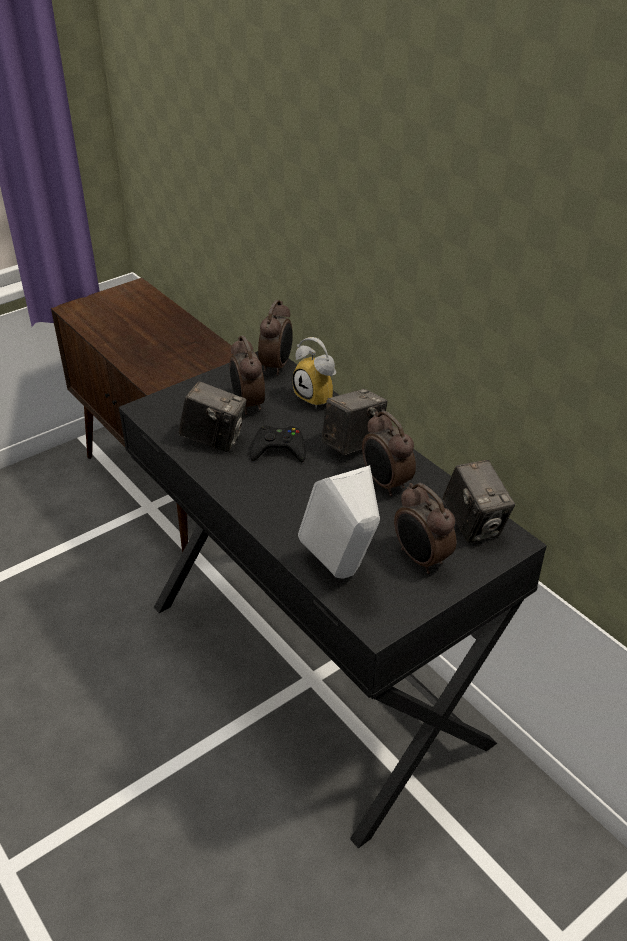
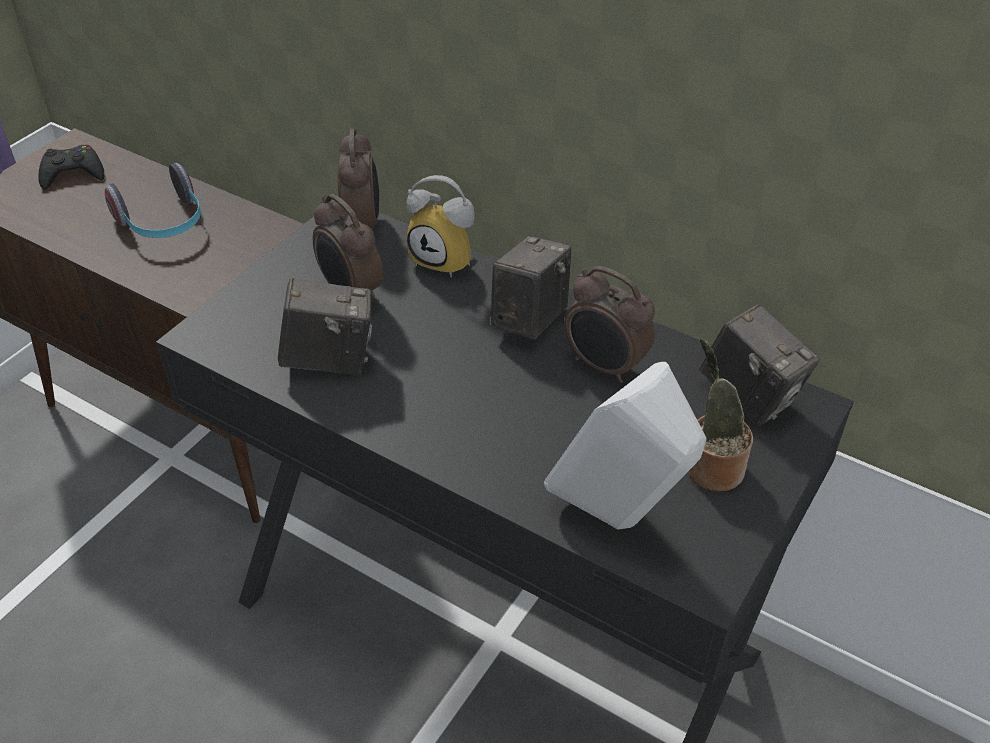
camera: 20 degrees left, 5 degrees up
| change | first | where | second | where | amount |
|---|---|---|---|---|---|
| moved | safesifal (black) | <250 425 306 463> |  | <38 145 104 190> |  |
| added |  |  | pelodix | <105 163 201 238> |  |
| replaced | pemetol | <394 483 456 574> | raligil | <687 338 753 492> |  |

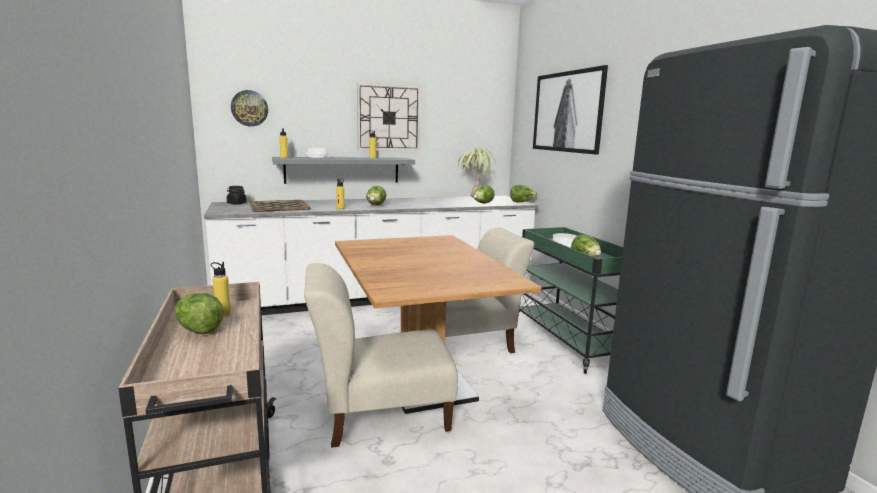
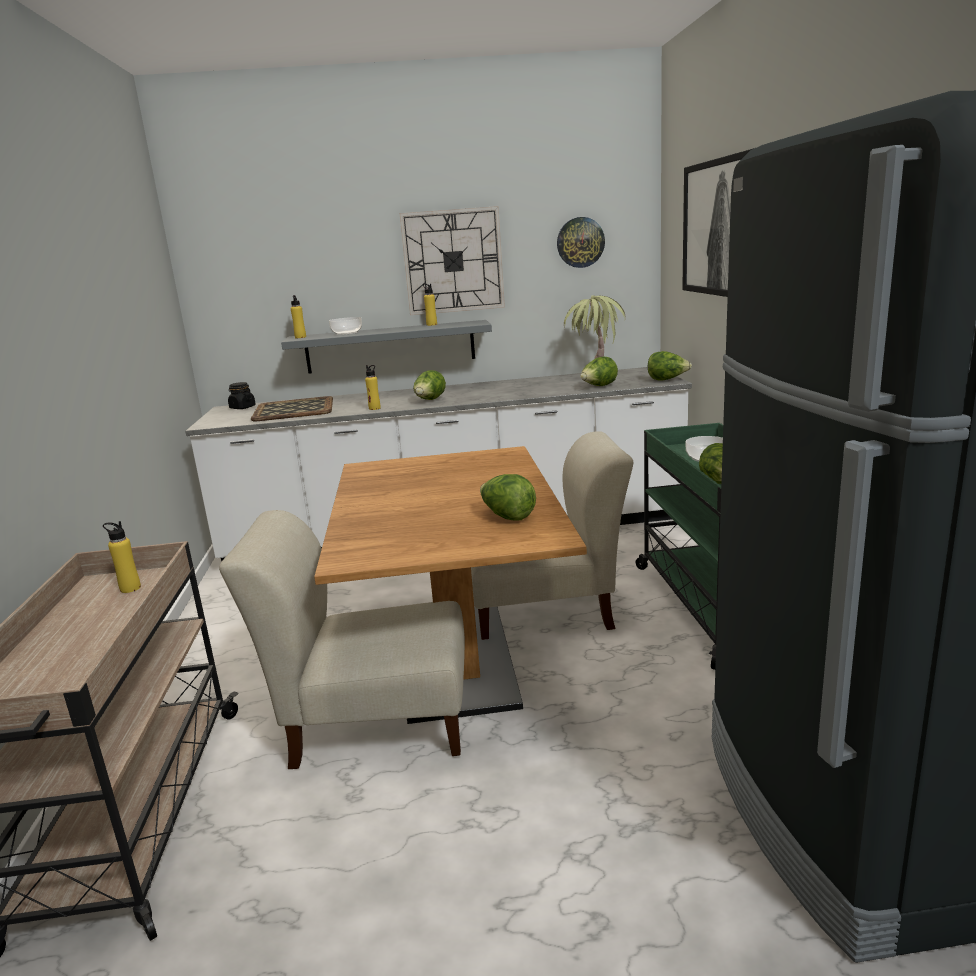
camera: 15 degrees right, 5 degrees up
| change | first | where | second | where | amount |
|---|---|---|---|---|---|
| moved | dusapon | <174 293 224 334> |  | <480 474 536 521> |  |
| moved | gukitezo | <231 90 268 127> |  | <557 217 605 268> |  |

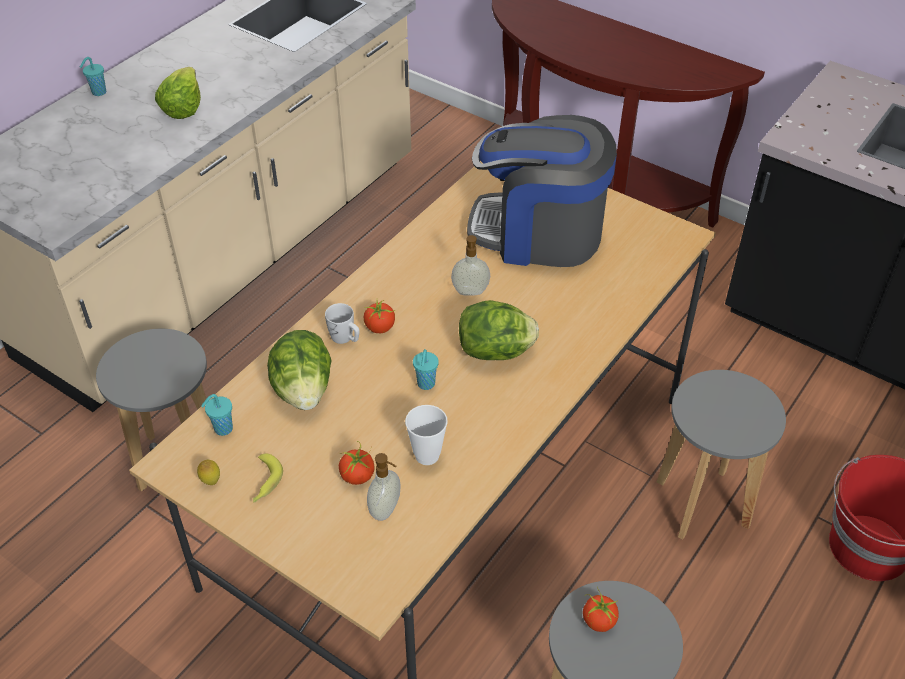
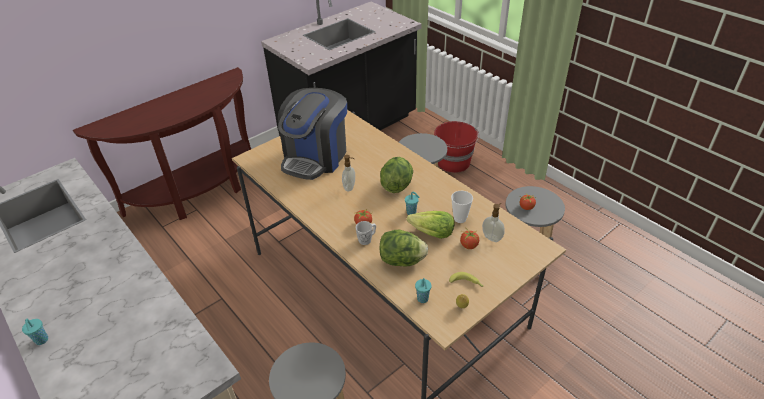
camera: 75 degrees left, 5 degrees down
| change | first | where | second | where | amount |
|---|---|---|---|---|---|
| moved | dusapon | <155 67 201 119> |  | <407 211 455 239> |  |

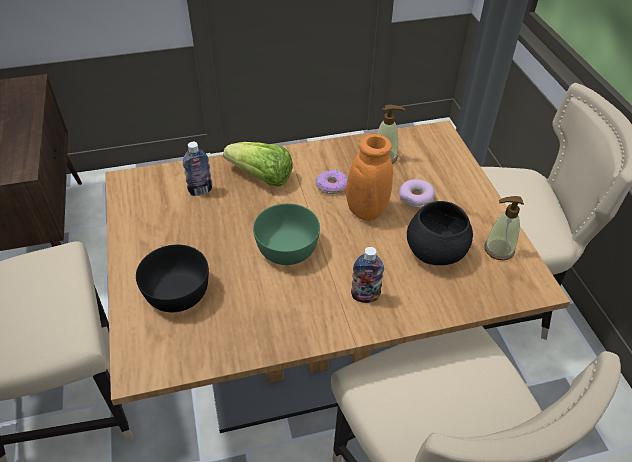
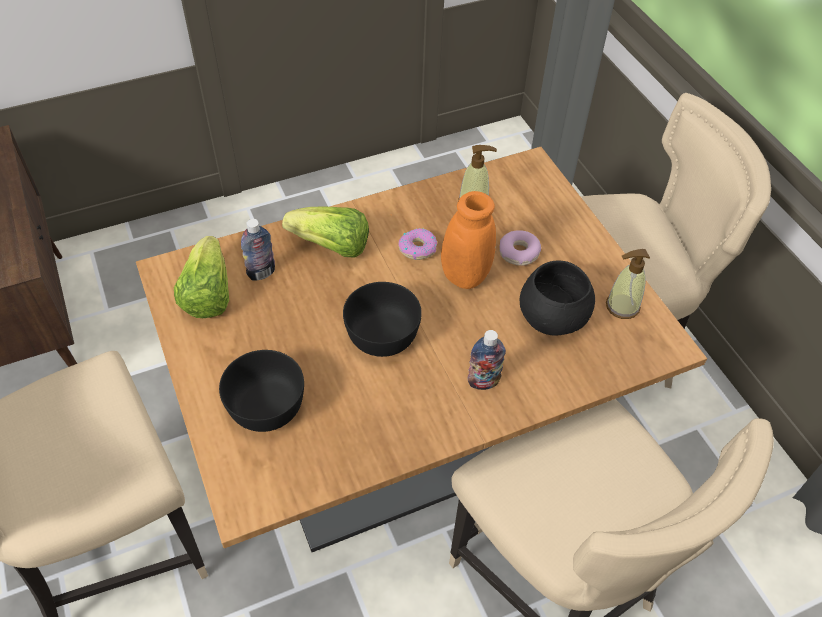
camera: 10 degrees left, 5 degrees up
| change | first | where | second | where | amount |
|---|---|---|---|---|---|
| added |  |  | dusapon | <174 236 229 318> |  |
| recoloured | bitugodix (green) | <253 203 320 265> | bitugodix (black) | <343 282 422 357> |  |

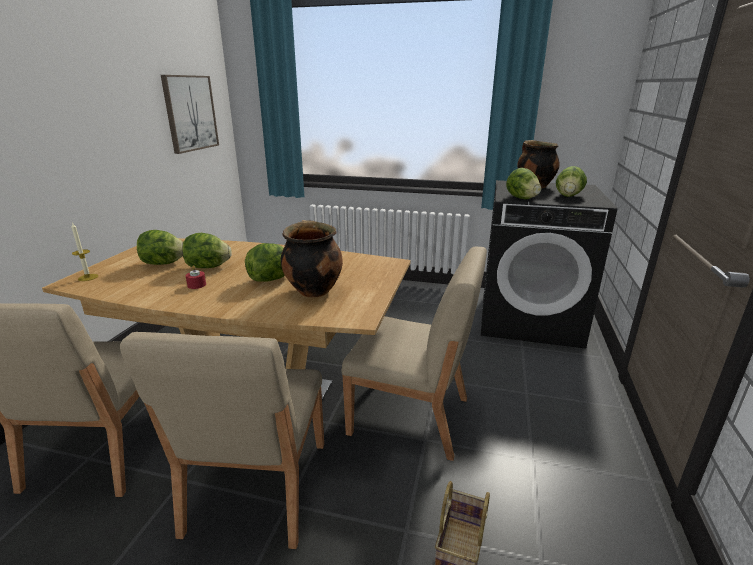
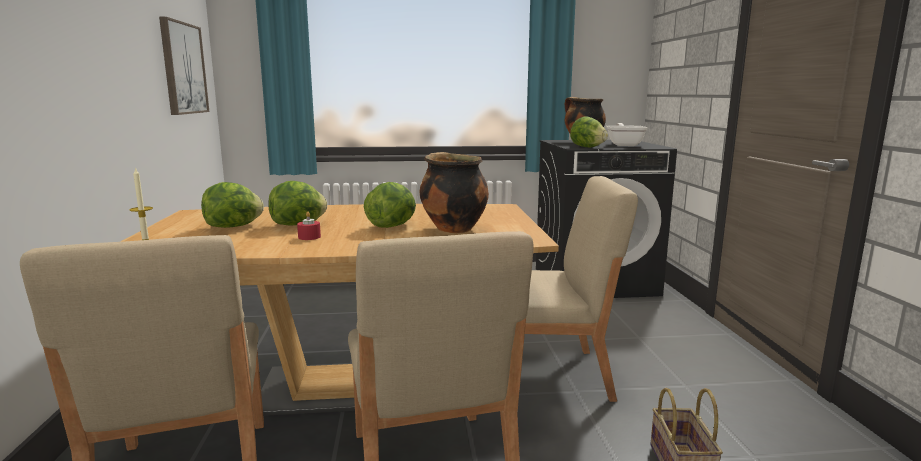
camera: 20 degrees left, 10 degrees down
| change | first | where | second | where | amount |
|---|---|---|---|---|---|
| replaced | dusapon | <556 166 587 197> | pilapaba | <606 123 648 146> |  |

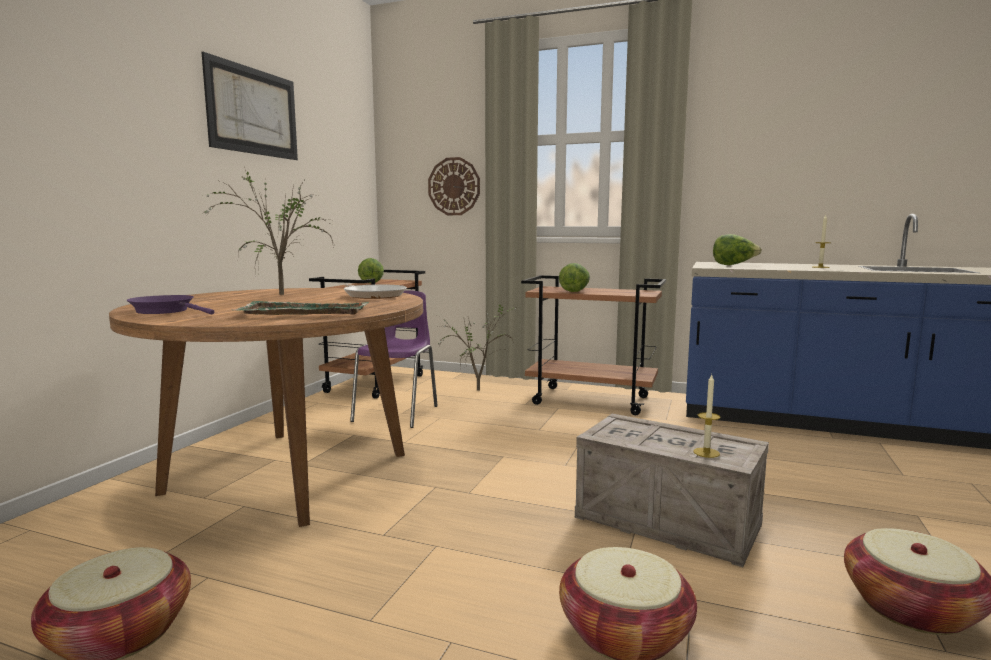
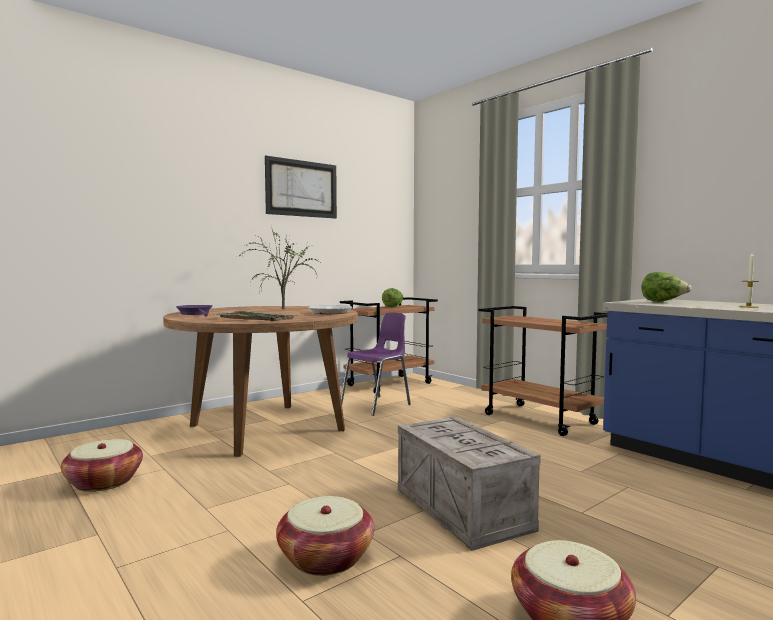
camera: 30 degrees right, 5 degrees down
| change | first | where | second | where | amount |
|---|---|---|---|---|---|
| removed | gukitezo | <428 157 480 215> |  |  |  |
| removed | raligil | <438 303 516 391> |  |  |  |
| removed | dusapon | <559 263 590 292> |  |  |  |
| removed | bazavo | <693 375 720 458> |  |  |  |

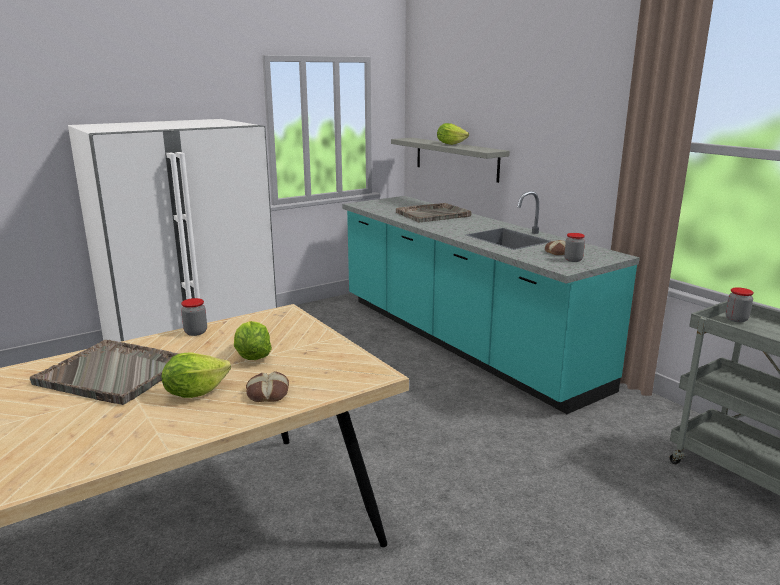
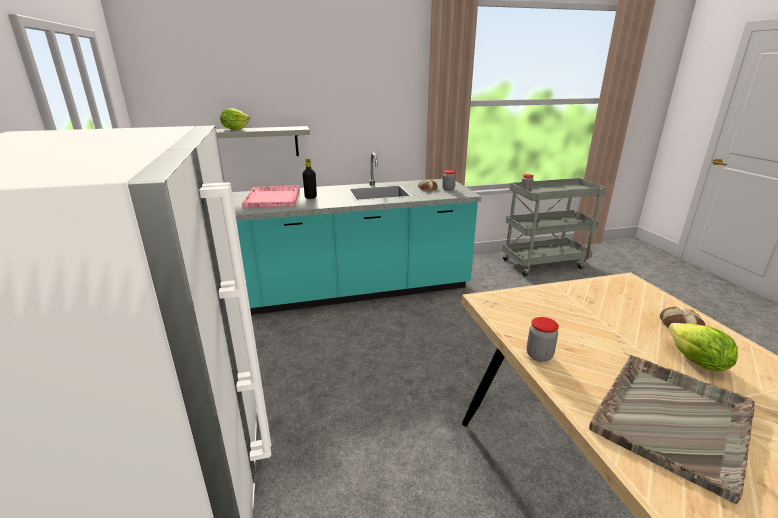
camera: 70 degrees left, 5 degrees up
| change | first | where | second | where | amount |
|---|---|---|---|---|---|
| recoloured | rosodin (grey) | <396 203 472 222> | rosodin (pink) | <242 185 300 208> |  |
| added |  |  | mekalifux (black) | <303 158 317 199> |  |
| removed | dusapon | <234 321 272 360> |  |  |  |

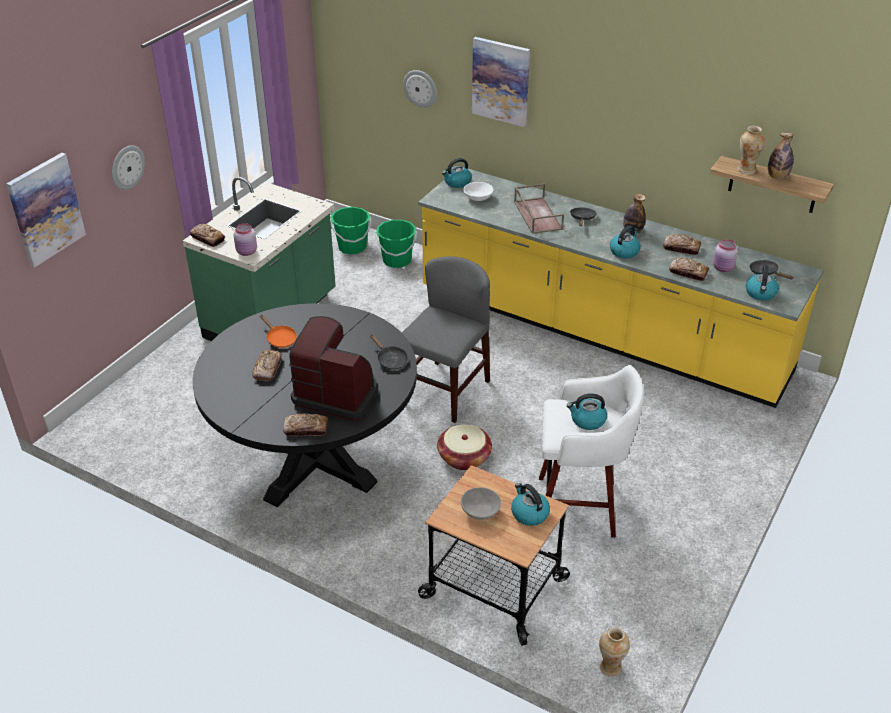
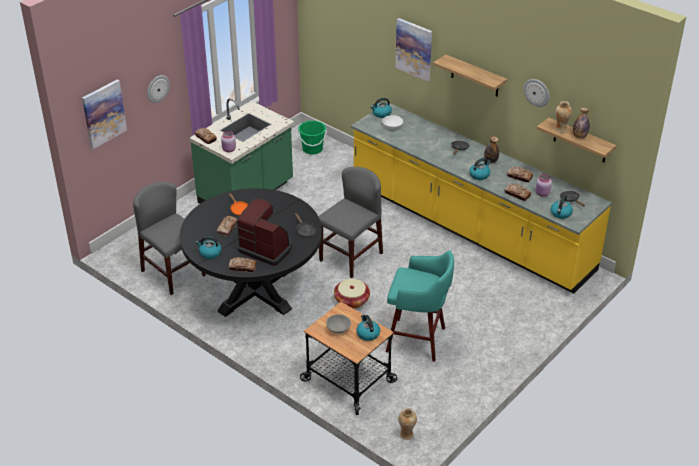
camera: 10 degrees right, 0 degrees up
| change | first | where | second | where | amount |
|---|---|---|---|---|---|
| added |  |  | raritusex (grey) | <133 182 206 295> |  |
| moved | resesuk | <567 393 607 430> |  | <195 236 221 259> |  |
| recoloured | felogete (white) | <539 365 644 538> | felogete (turquoise) | <386 250 454 362> |  |
| added |  |  | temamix | <433 54 507 97> |  |
| moved | gukitezo | <403 70 437 108> |  | <523 79 550 107> |  |
| removed | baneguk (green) | <376 220 417 268> |  |  |  |
| removed | rosodin (brown) | <514 183 564 234> |  |  |  |

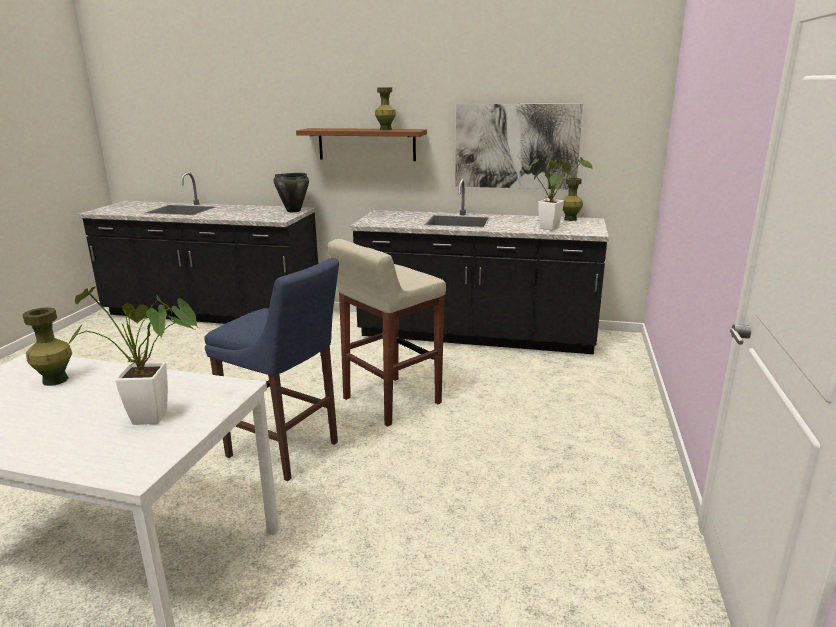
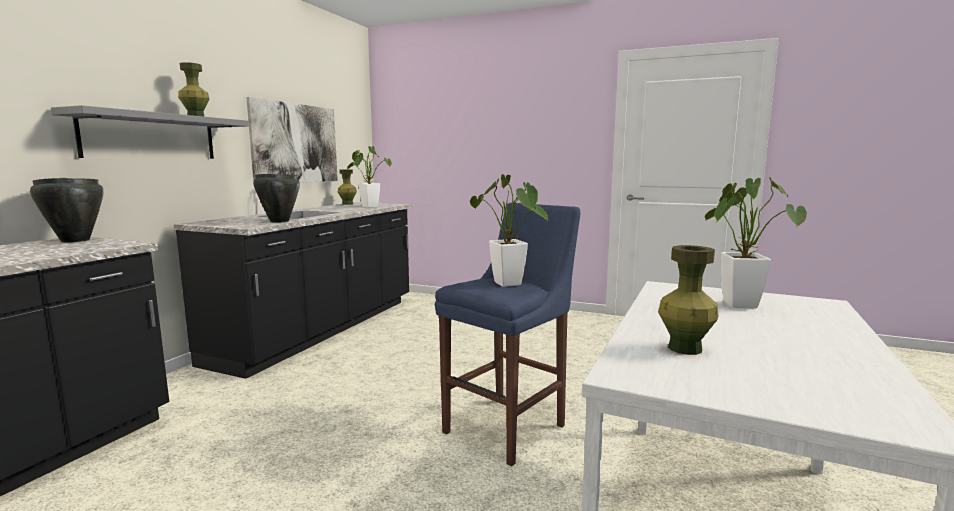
camera: 80 degrees left, 10 degrees down
| change | first | where | second | where | amount |
|---|---|---|---|---|---|
| recoloured | temamix (brown) | <296 128 427 161> | temamix (grey) | <51 105 249 159> |  |
| added |  |  | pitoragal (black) | <253 174 300 223> |  |
| added |  |  | raligil | <470 174 548 287> |  |
| removed | felogete (beige) | <328 239 446 427> |  |  |  |

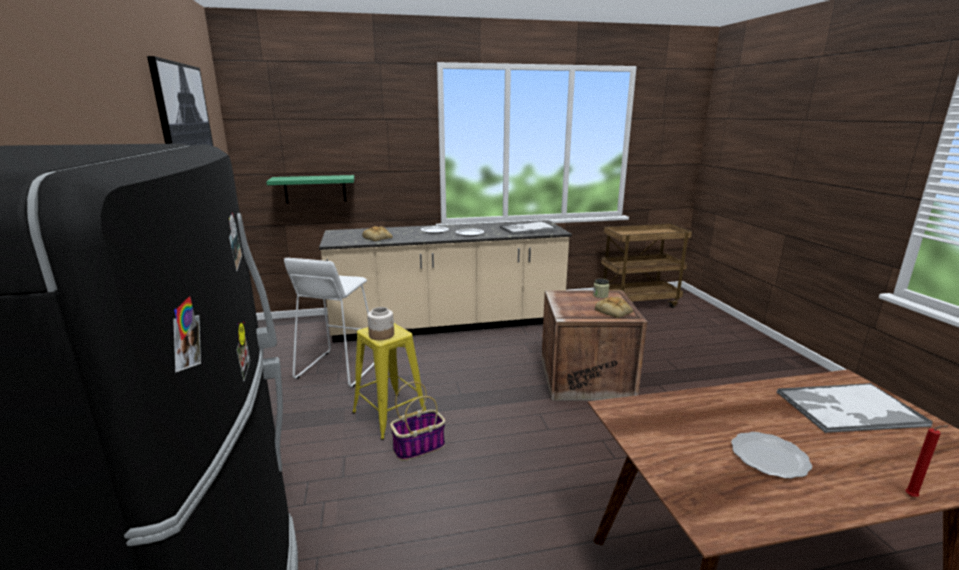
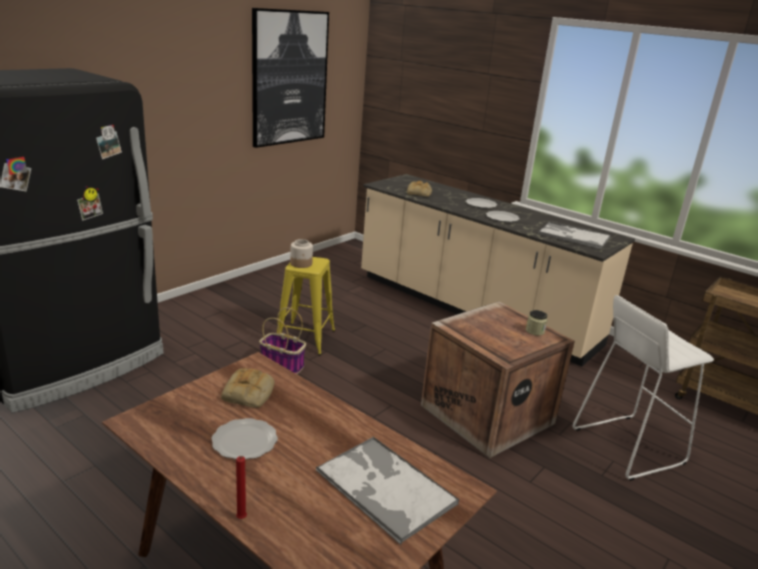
camera: 50 degrees right, 5 degrees up
| change | first | where | second | where | amount |
|---|---|---|---|---|---|
| moved | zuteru | <595 297 633 318> |  | <221 368 275 408> |  |
| moved | felogete (white) | <284 258 374 388> |  | <573 295 714 481> |  |
| removed | temamix (green) | <266 175 355 204> |  |  |  |

